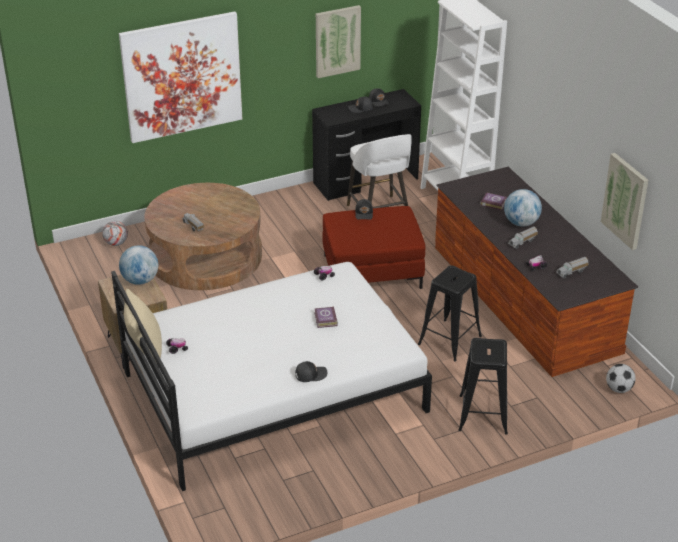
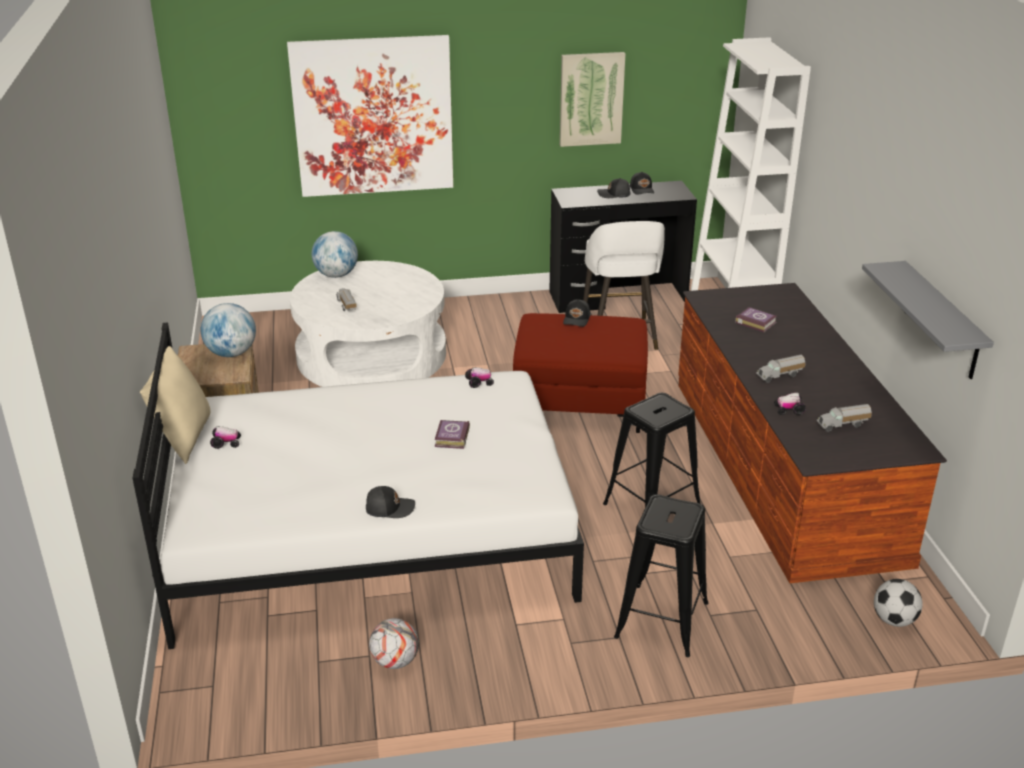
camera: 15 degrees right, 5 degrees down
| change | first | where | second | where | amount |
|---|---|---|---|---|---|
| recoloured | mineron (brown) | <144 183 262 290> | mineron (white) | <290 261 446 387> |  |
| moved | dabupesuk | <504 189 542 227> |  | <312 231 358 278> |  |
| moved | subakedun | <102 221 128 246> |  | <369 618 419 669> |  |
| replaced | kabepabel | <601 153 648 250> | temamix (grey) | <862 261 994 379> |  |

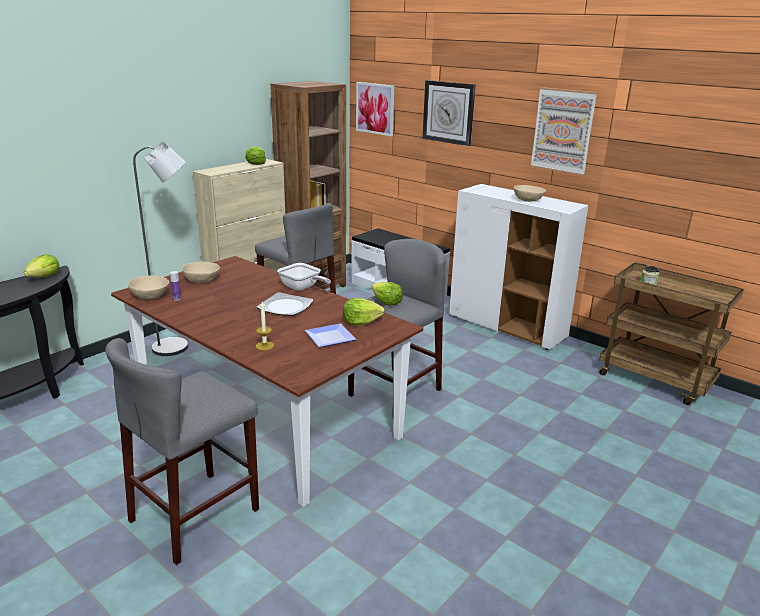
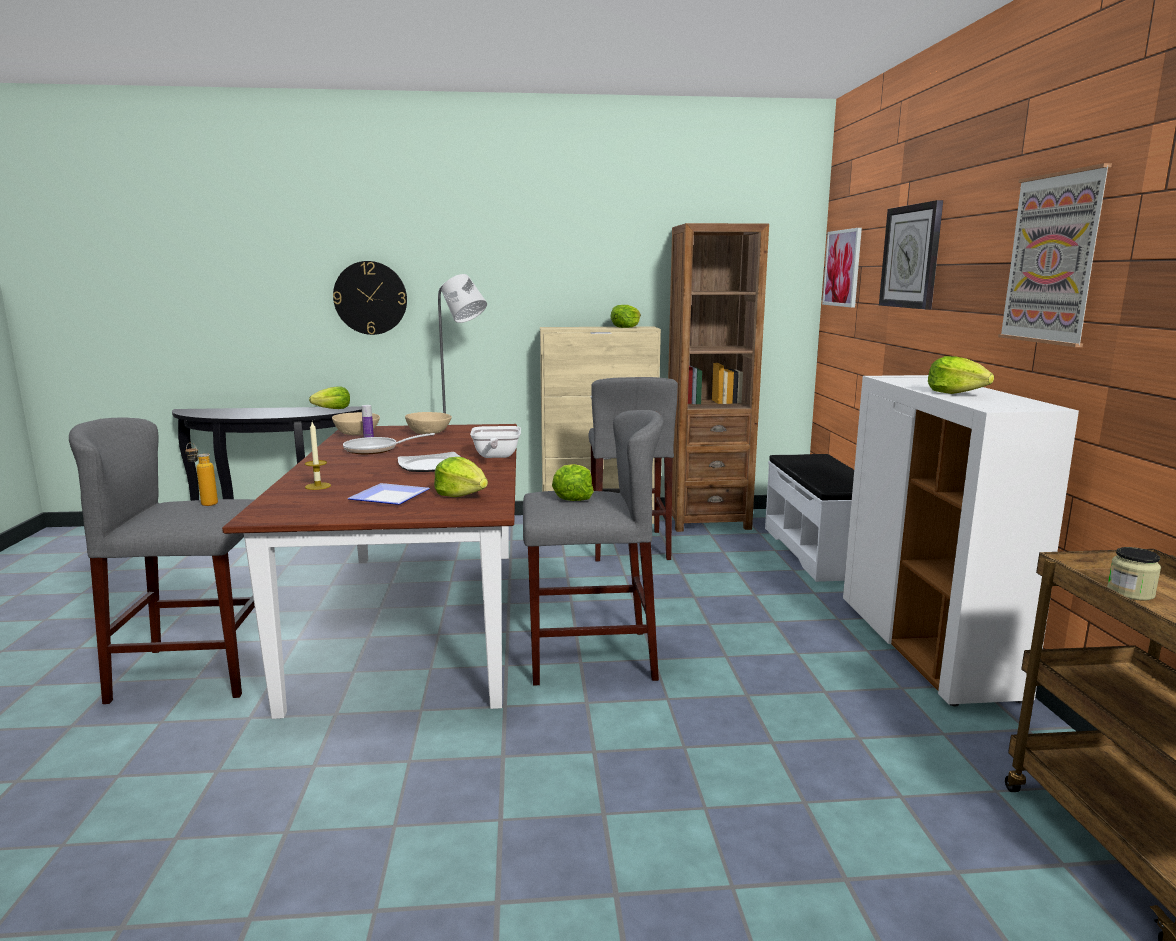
camera: 45 degrees right, 10 degrees down
| change | first | where | second | where | amount |
|---|---|---|---|---|---|
| added |  |  | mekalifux | <185 443 218 506> |  |
| added |  |  | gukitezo | <333 261 407 335> |  |
| added |  |  | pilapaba | <343 433 435 454> |  |
| replaced | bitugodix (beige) | <514 185 546 202> | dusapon | <928 356 994 394> |  |

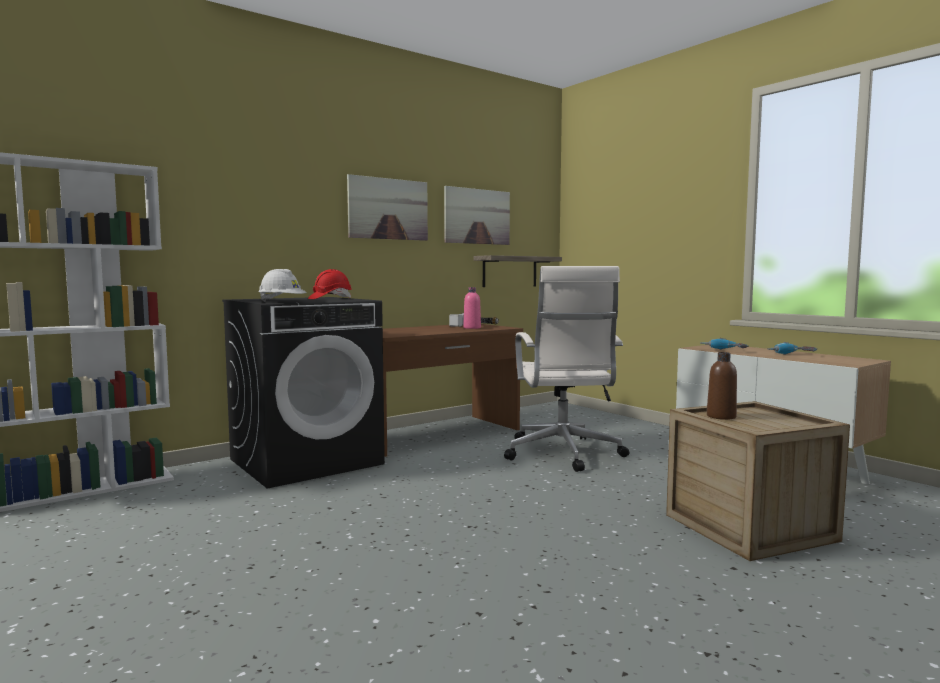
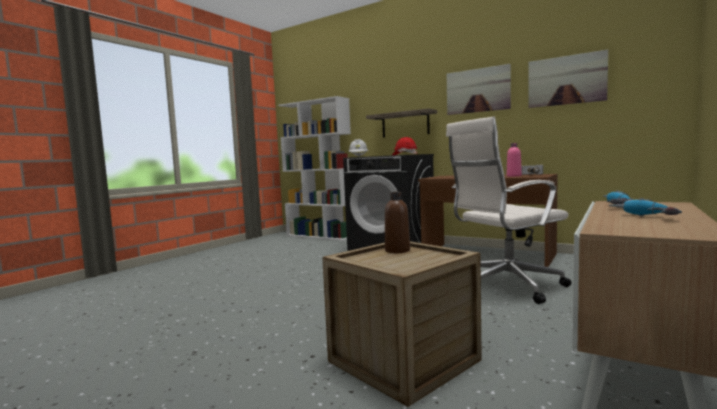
camera: 70 degrees right, 0 degrees up
| change | first | where | second | where | amount |
|---|---|---|---|---|---|
| moved | temamix | <474 255 562 287> |  | <366 108 437 138> |  |

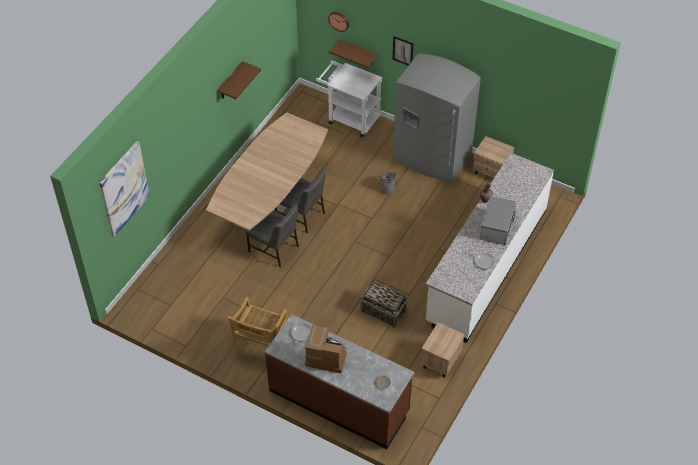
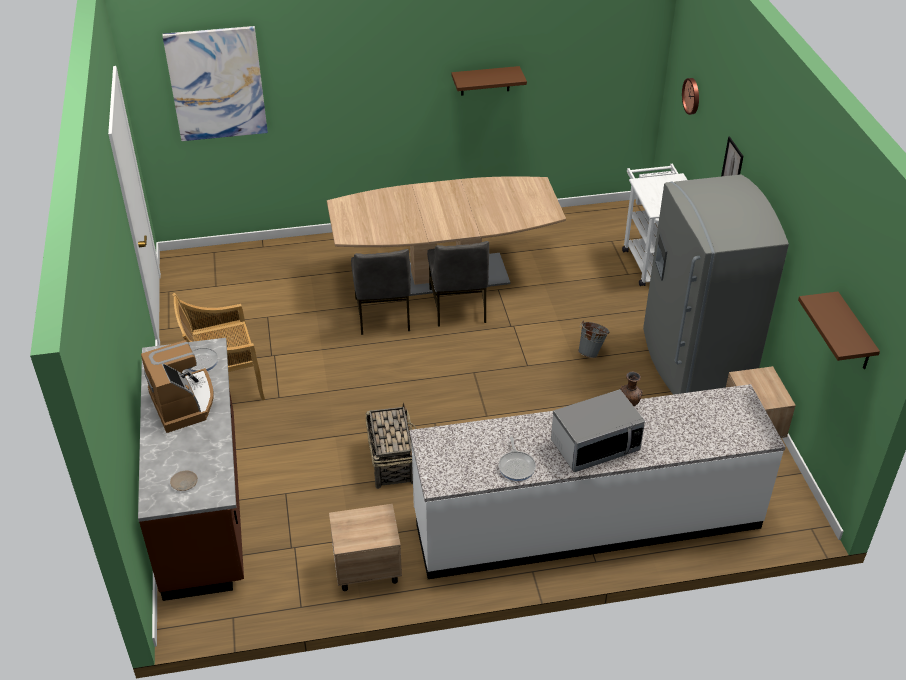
camera: 50 degrees right, 10 degrees down
| change | first | where | second | where | amount |
|---|---|---|---|---|---|
| moved | temamix (brown) | <329 39 378 68> |  | <798 291 880 369> |  |

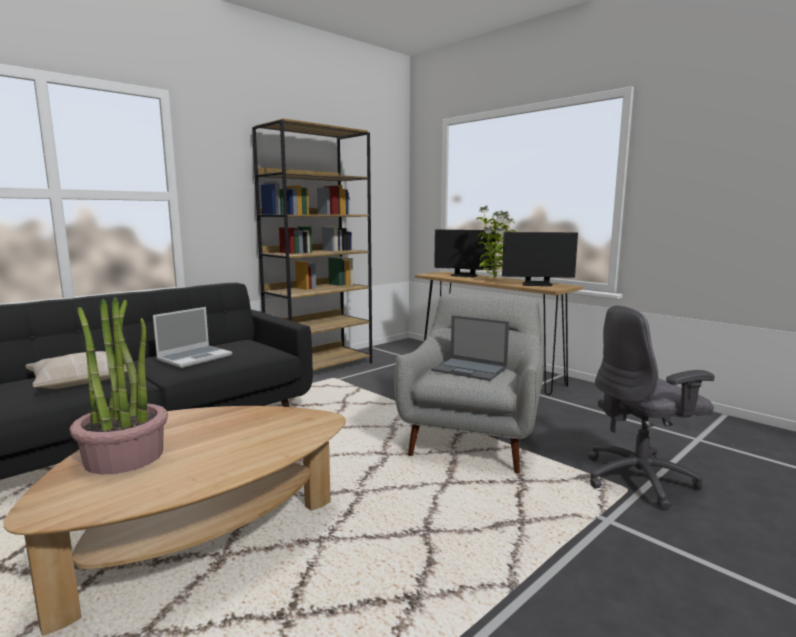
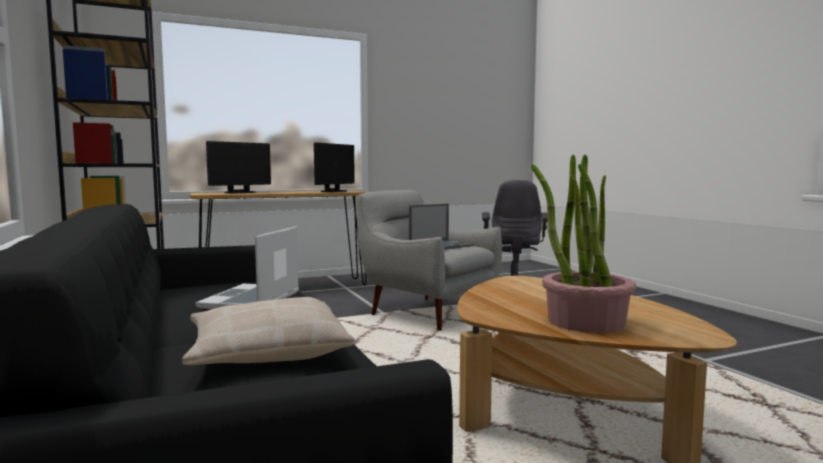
camera: 70 degrees left, 5 degrees down
| change | first | where | second | where | amount |
|---|---|---|---|---|---|
| turned | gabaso | <153 307 232 368> |  | <196 226 299 309> | 135 degrees counterclockwise |
| removed | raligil | <476 206 517 280> |  |  |  |

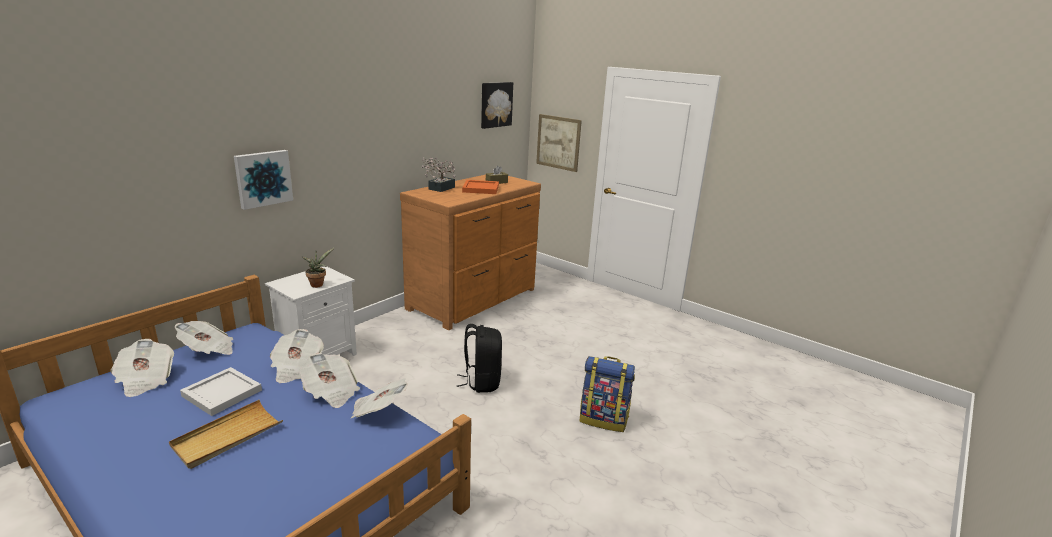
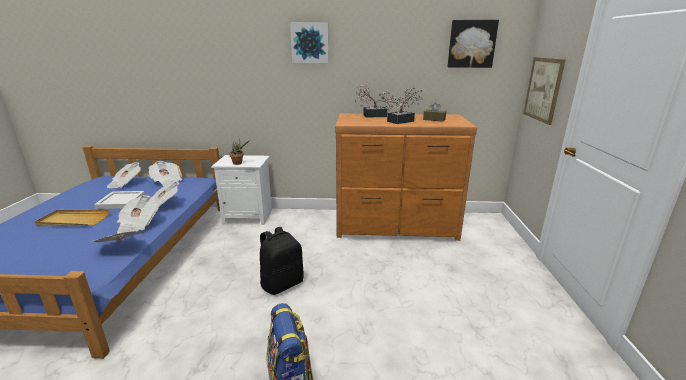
camera: 55 degrees right, 0 degrees up
| change | first | where | second | where | amount |
|---|---|---|---|---|---|
| moved | kabepabel | <234 150 293 210> |  | <290 23 329 63> |  |
| replaced | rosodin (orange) | <462 180 499 194> | raligil | <386 87 422 124> |  |

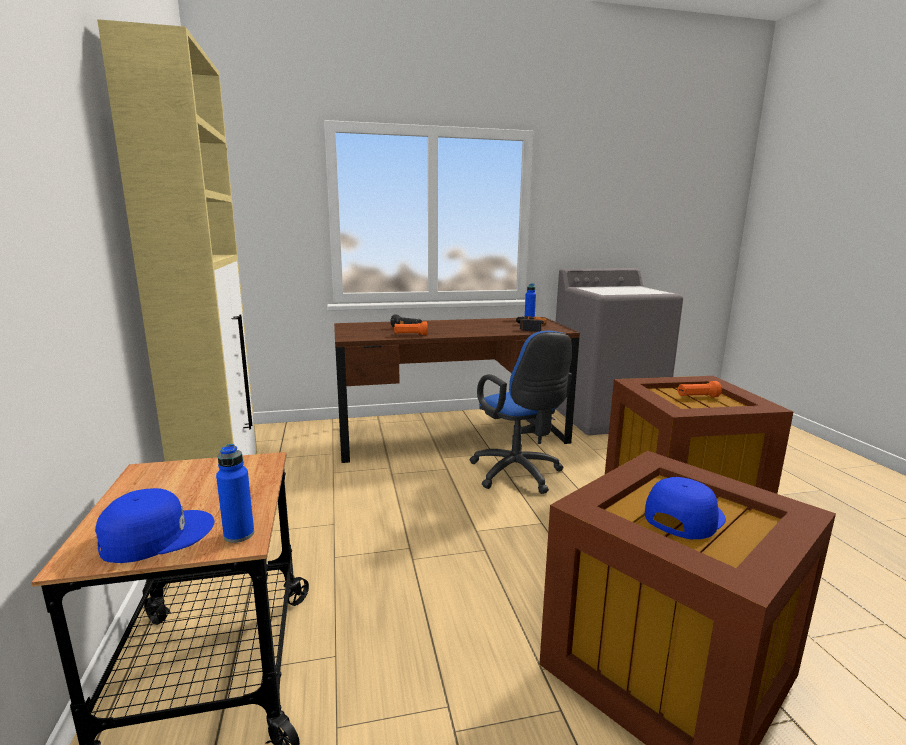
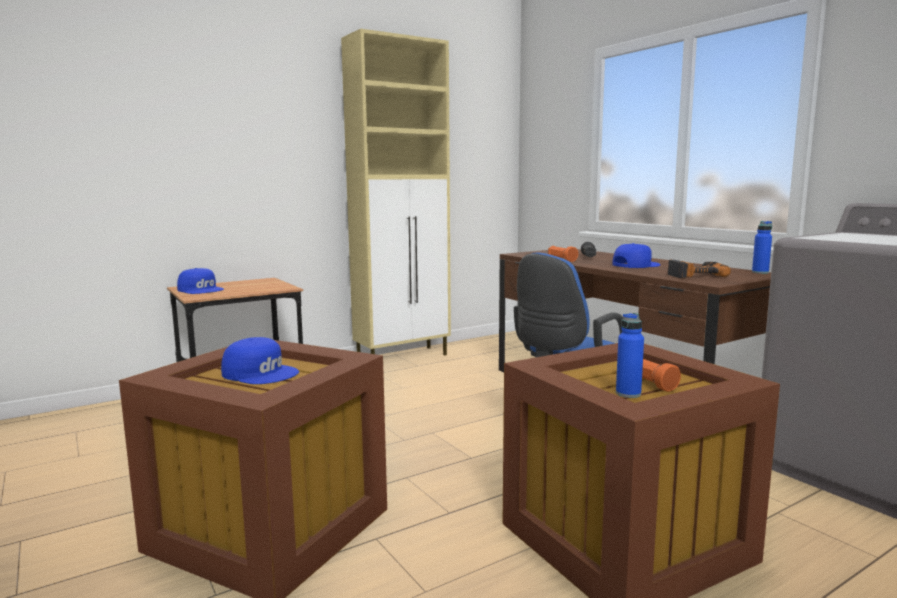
camera: 70 degrees right, 5 degrees down
| change | first | where | second | where | amount |
|---|---|---|---|---|---|
| added |  |  | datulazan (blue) | <612 243 661 268> |  |
| moved | mekalifux (blue) | <216 444 254 543> |  | <616 313 644 398> |  |

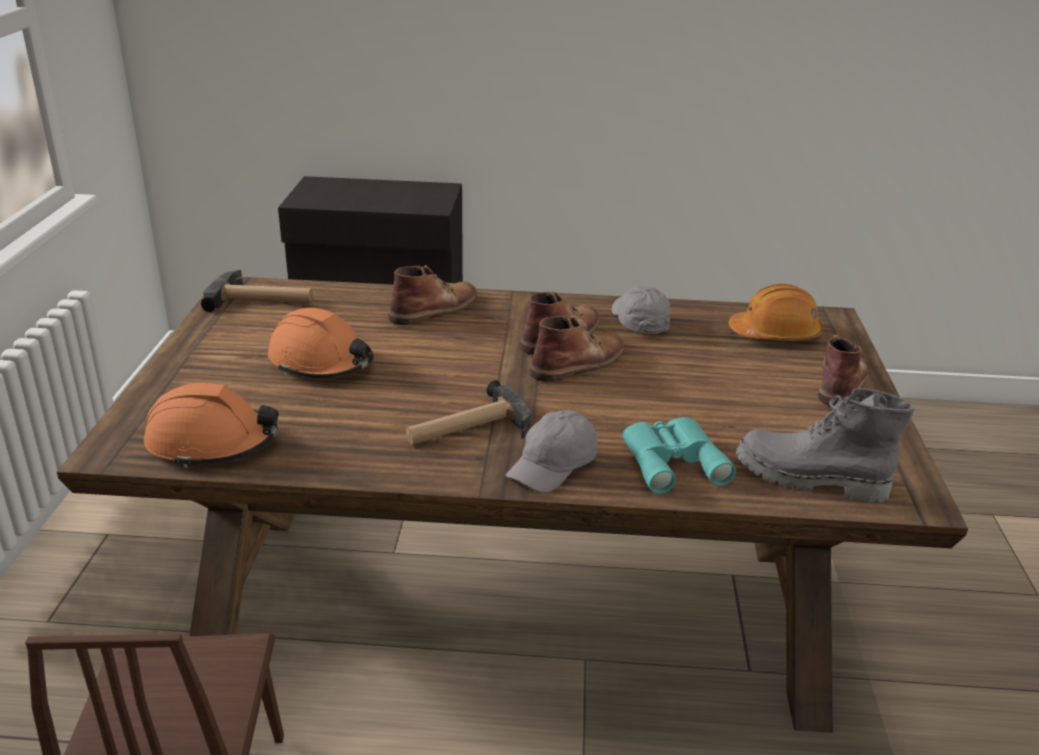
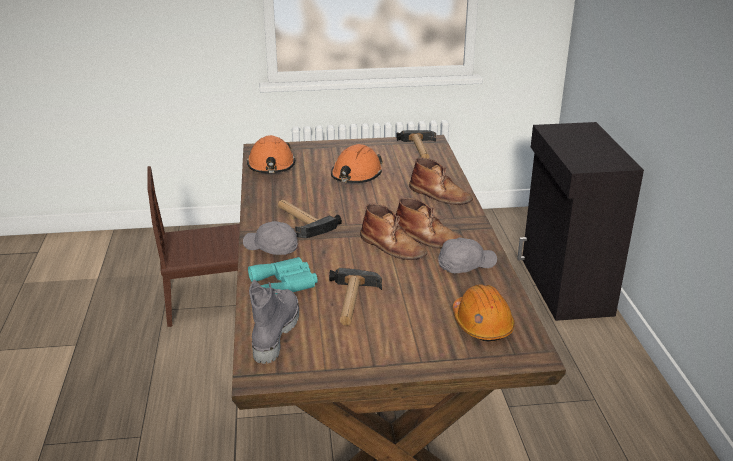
camera: 80 degrees right, 0 degrees up
| change | first | where | second | where | amount |
|---|---|---|---|---|---|
| added |  |  | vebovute | <329 268 382 326> |  |
| removed | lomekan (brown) | <818 335 868 406> |  |  |  |

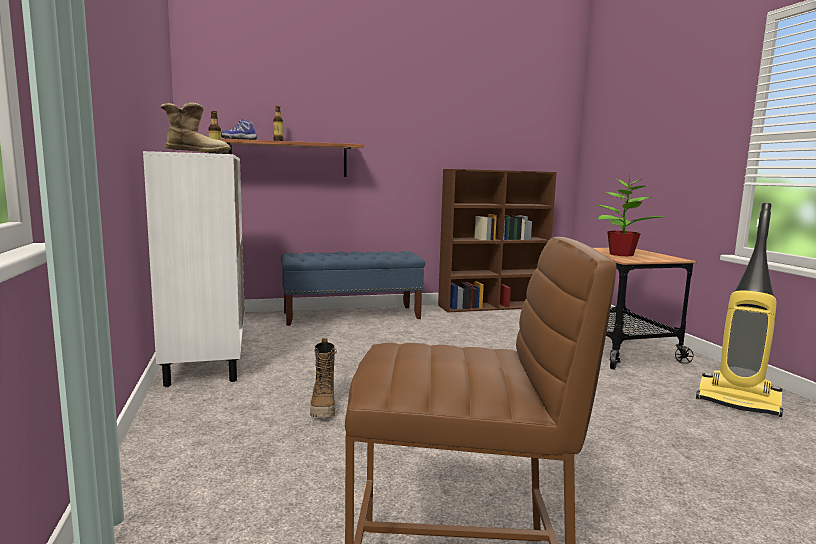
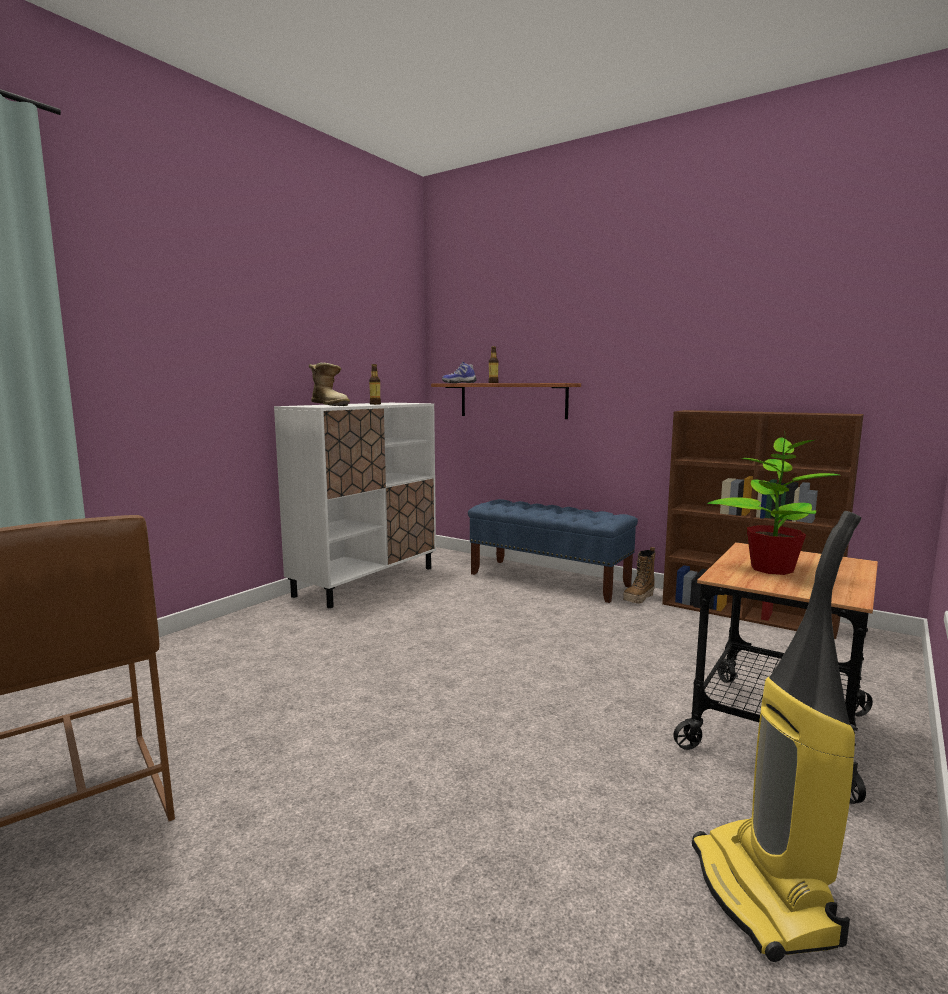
camera: 50 degrees right, 0 degrees up
| change | first | where | second | where | amount |
|---|---|---|---|---|---|
| moved | lomekan | <310 338 337 417> |  | <623 547 656 604> |  |

